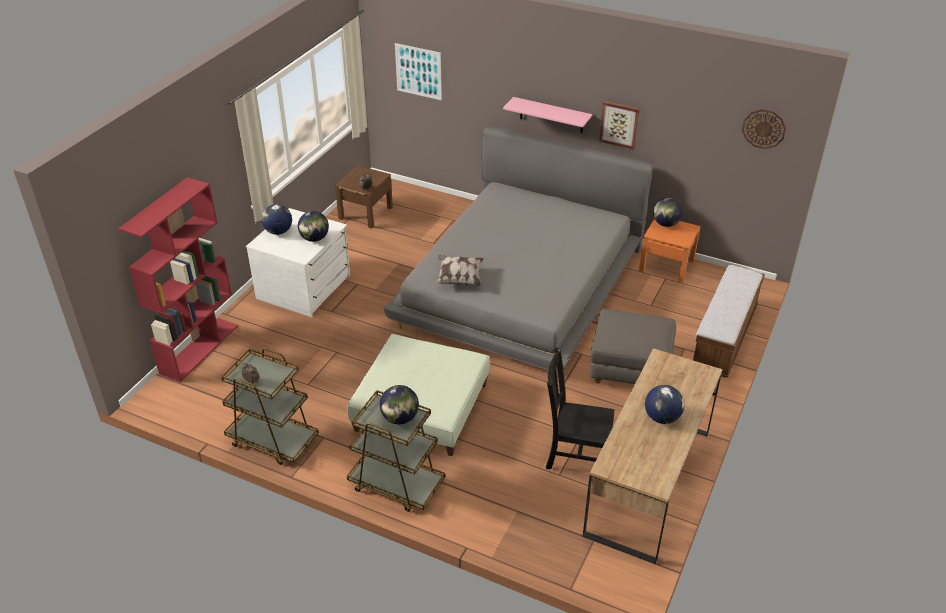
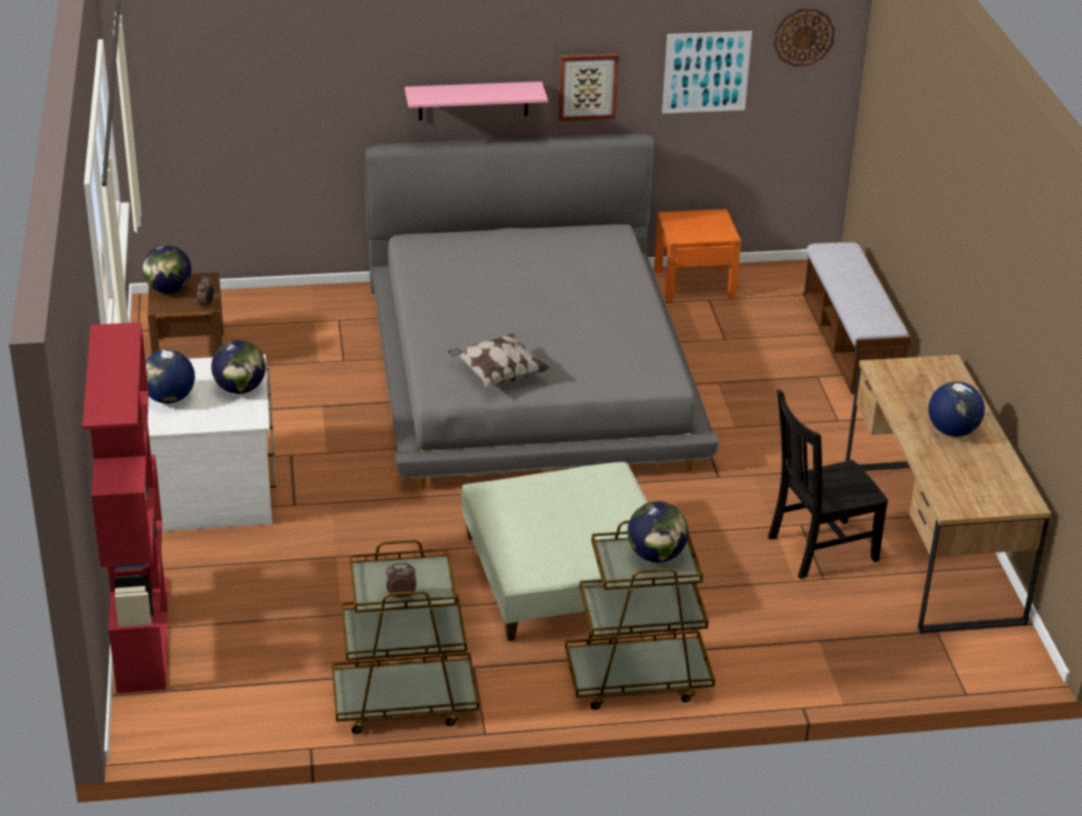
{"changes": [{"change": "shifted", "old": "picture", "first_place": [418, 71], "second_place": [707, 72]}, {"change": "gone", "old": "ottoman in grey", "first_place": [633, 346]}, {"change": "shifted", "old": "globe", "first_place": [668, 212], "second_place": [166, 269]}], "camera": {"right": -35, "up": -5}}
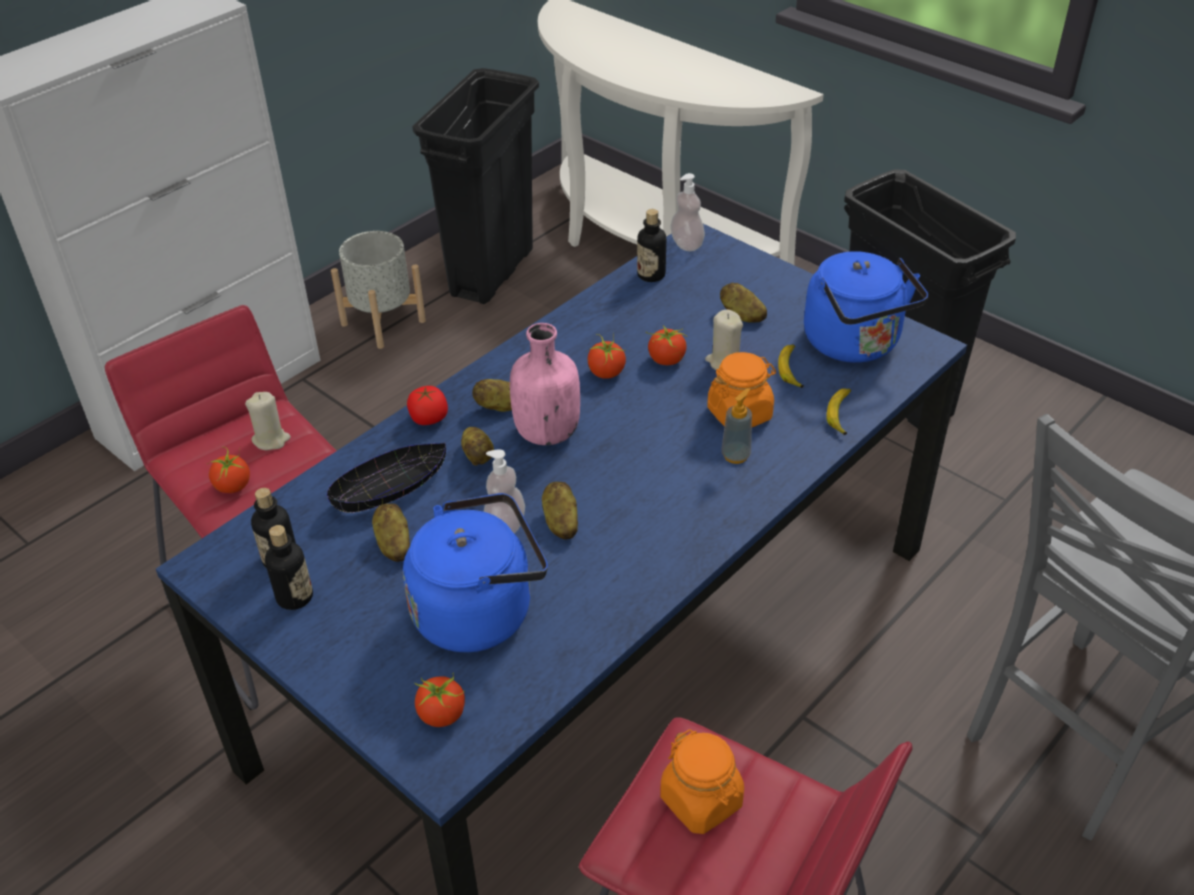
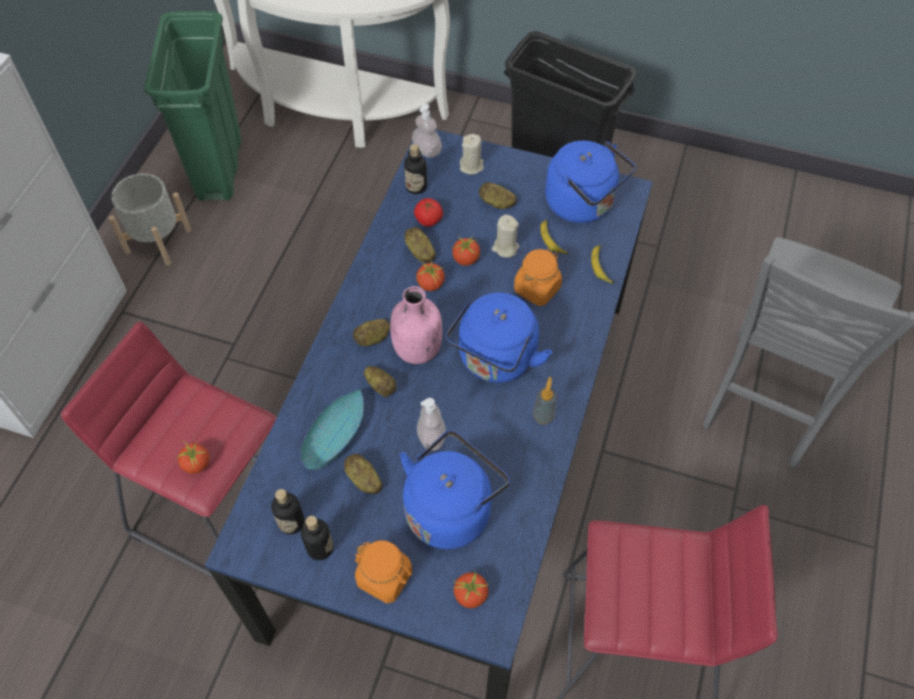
{"changes": [{"change": "shifted", "old": "candle in beige", "first_place": [268, 421], "second_place": [472, 154]}, {"change": "repainted", "old": "bowl in black", "new": "bowl in turquoise", "first_place": [386, 478], "second_place": [332, 429]}, {"change": "shifted", "old": "tomato", "first_place": [427, 405], "second_place": [428, 212]}, {"change": "repainted", "old": "trash can in black", "new": "trash can in green", "first_place": [475, 186], "second_place": [192, 106]}, {"change": "shifted", "old": "potato", "first_place": [560, 510], "second_place": [420, 244]}, {"change": "shifted", "old": "jar in orange", "first_place": [702, 781], "second_place": [383, 571]}, {"change": "shifted", "old": "soap dispenser", "first_place": [736, 426], "second_place": [545, 400]}, {"change": "new", "new": "kettle in blue", "second_place": [499, 338]}], "camera": {"right": -25, "up": 15}}
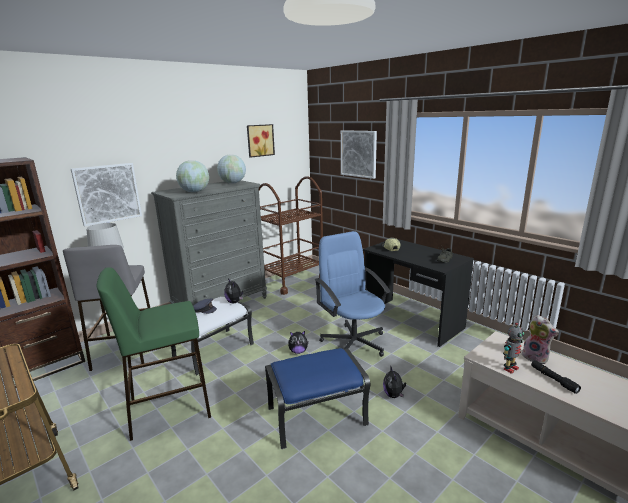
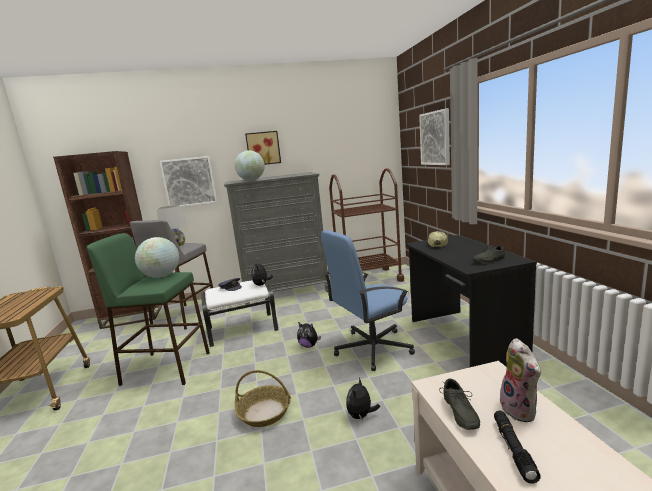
{"changes": [{"change": "shifted", "old": "globe", "first_place": [231, 169], "second_place": [157, 257]}, {"change": "shifted", "old": "picture", "first_place": [261, 141], "second_place": [263, 148]}, {"change": "swapped", "old": "ottoman in blue", "new": "basket", "first_place": [318, 398], "second_place": [263, 398]}, {"change": "rotated", "old": "office chair in blue", "first_place": [353, 294], "second_place": [368, 300], "degrees": -120}, {"change": "swapped", "old": "toy robot", "new": "shoe in grey", "first_place": [513, 348], "second_place": [459, 404]}], "camera": {"right": 30, "up": -5}}
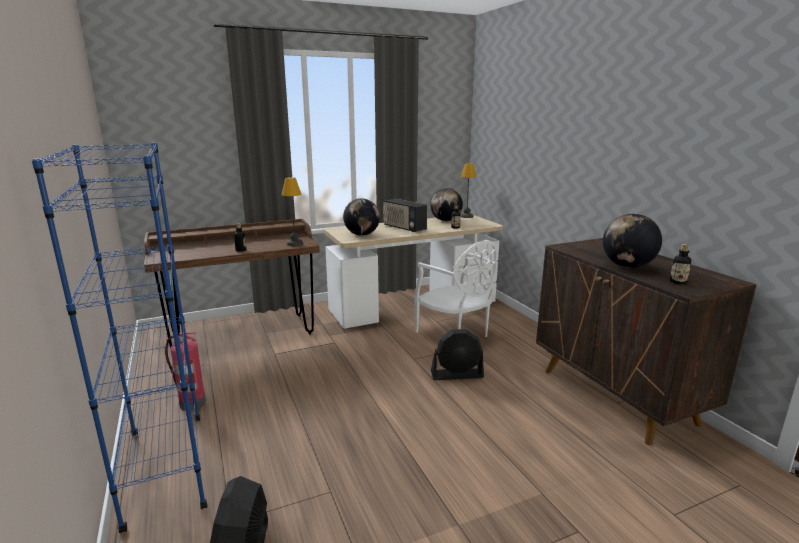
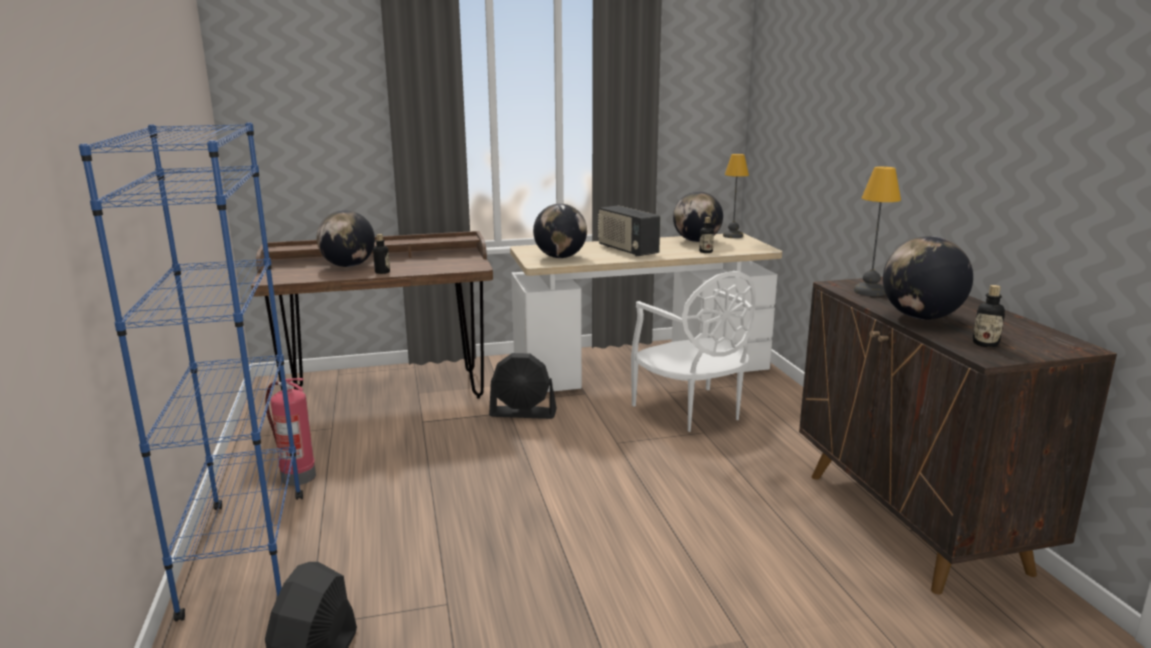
{"changes": [{"change": "shifted", "old": "table lamp", "first_place": [292, 211], "second_place": [877, 231]}, {"change": "shifted", "old": "fan in black", "first_place": [457, 354], "second_place": [523, 386]}, {"change": "new", "new": "globe", "second_place": [345, 238]}], "camera": {"right": 10, "up": 0}}
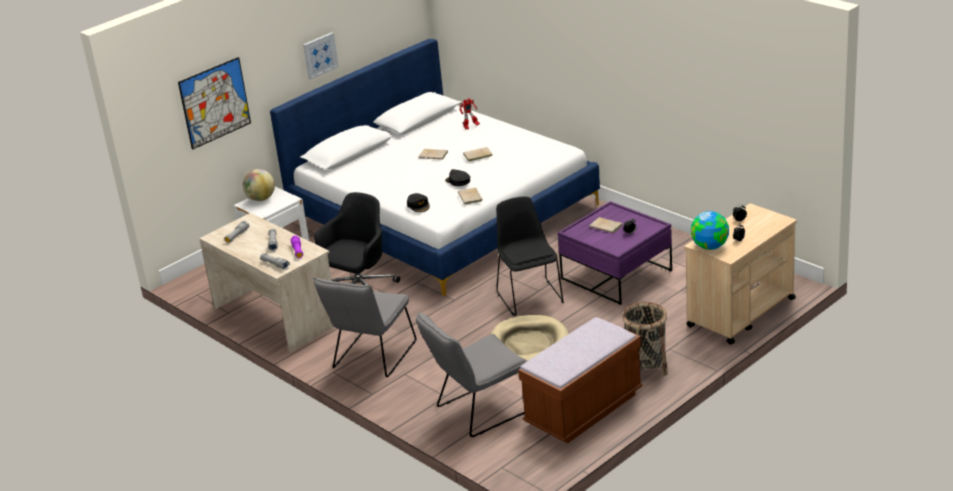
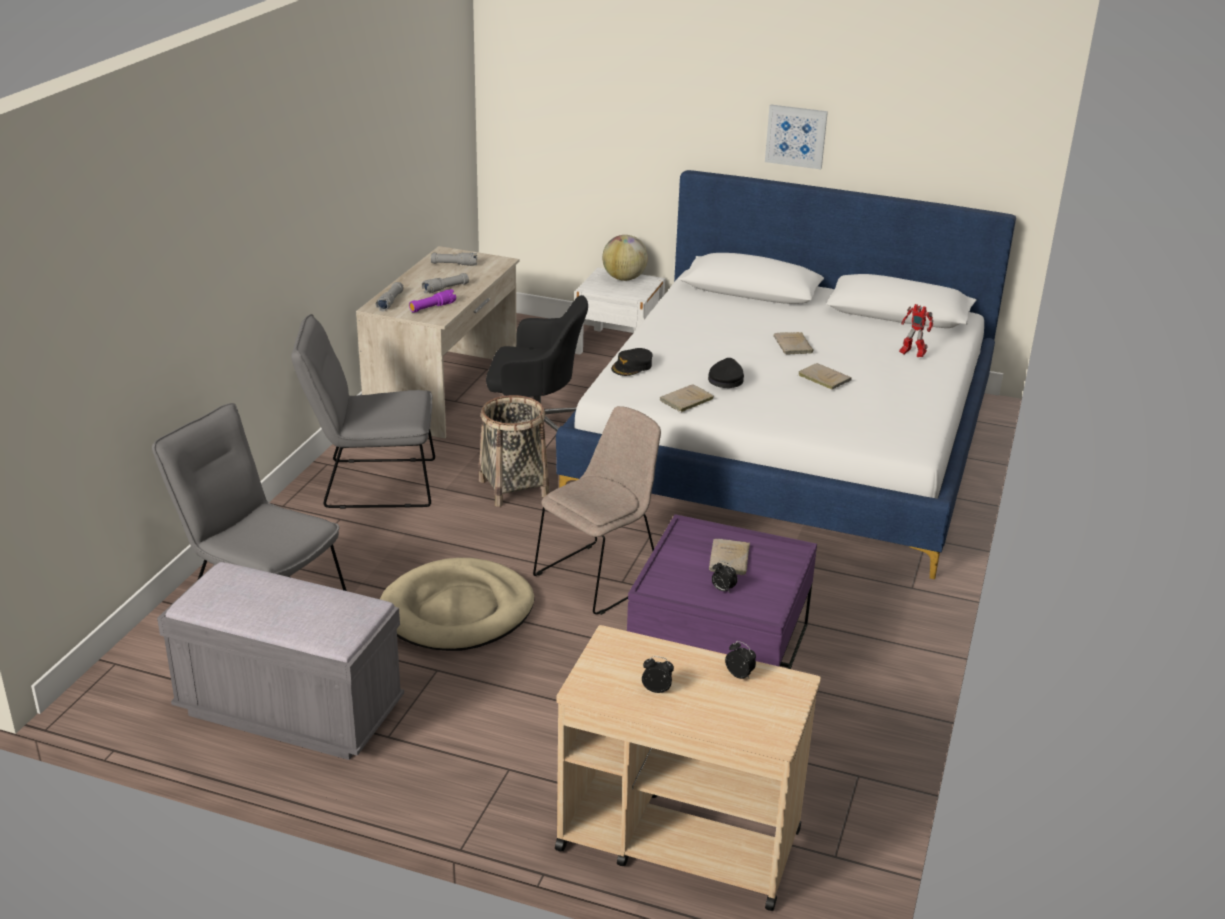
{"changes": [{"change": "gone", "old": "picture", "first_place": [214, 103]}, {"change": "repainted", "old": "chair in black", "new": "chair in beige", "first_place": [530, 256], "second_place": [597, 510]}, {"change": "repainted", "old": "bench in brown", "new": "bench in grey", "first_place": [580, 380], "second_place": [280, 661]}, {"change": "shifted", "old": "basket", "first_place": [645, 339], "second_place": [514, 451]}, {"change": "gone", "old": "globe", "first_place": [710, 230]}], "camera": {"right": 60, "up": 0}}
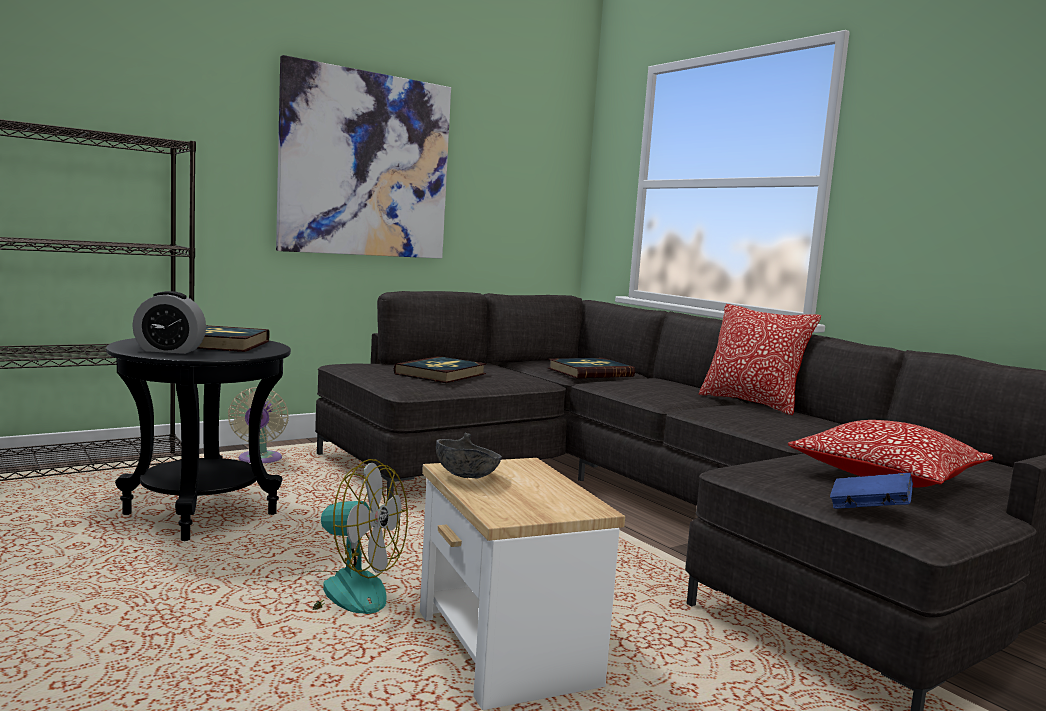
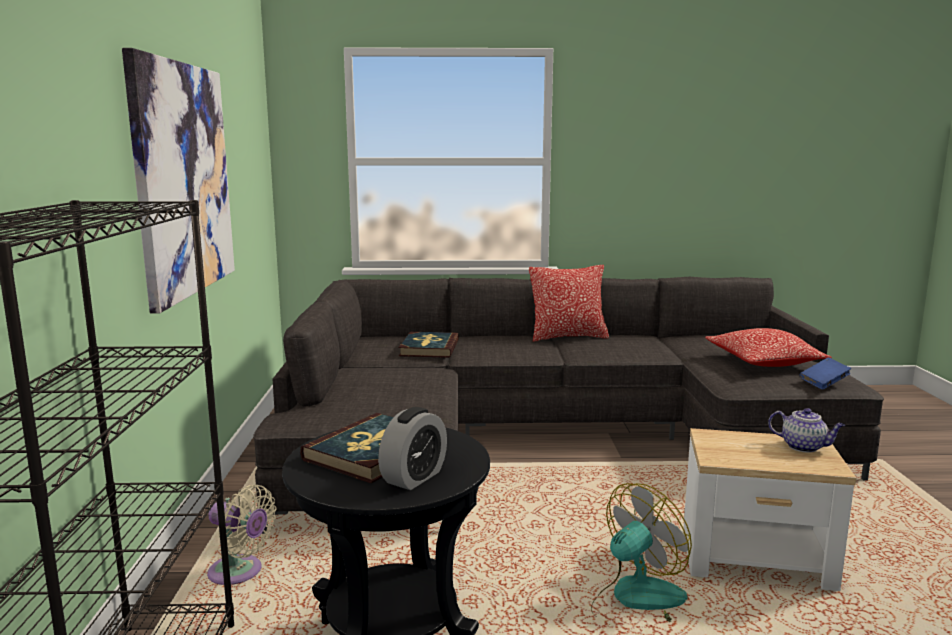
{"changes": [{"change": "gone", "old": "book", "first_place": [440, 369]}, {"change": "gone", "old": "bowl in grey", "first_place": [469, 455]}, {"change": "new", "new": "teapot", "second_place": [806, 430]}], "camera": {"right": -55, "up": 5}}
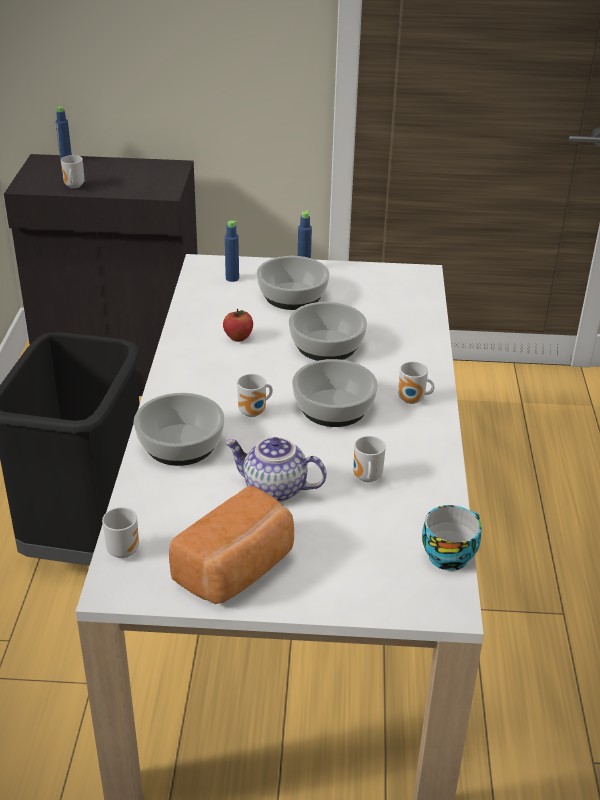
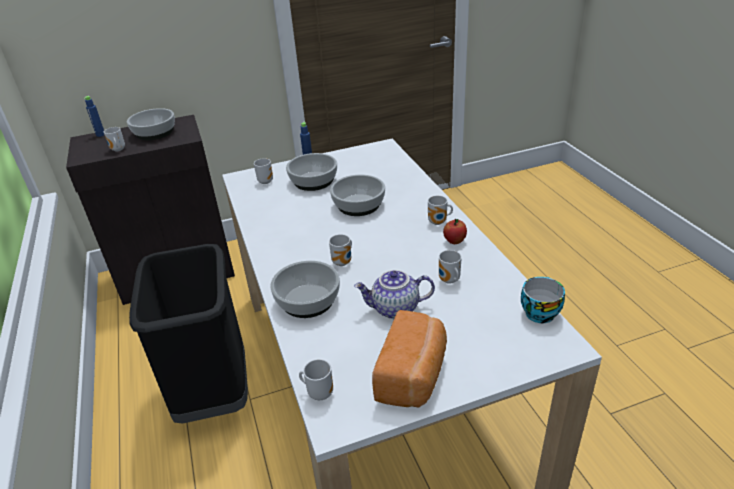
{"changes": [{"change": "shifted", "old": "apple", "first_place": [238, 325], "second_place": [455, 231]}, {"change": "swapped", "old": "bottle in blue", "new": "mug", "first_place": [232, 251], "second_place": [263, 171]}, {"change": "shifted", "old": "bowl", "first_place": [335, 393], "second_place": [151, 124]}], "camera": {"right": -20, "up": 0}}
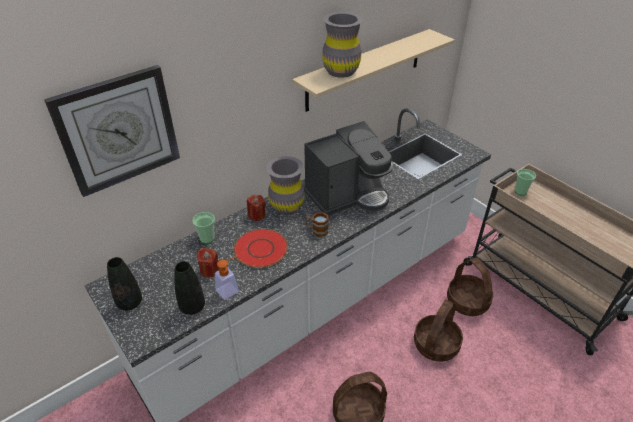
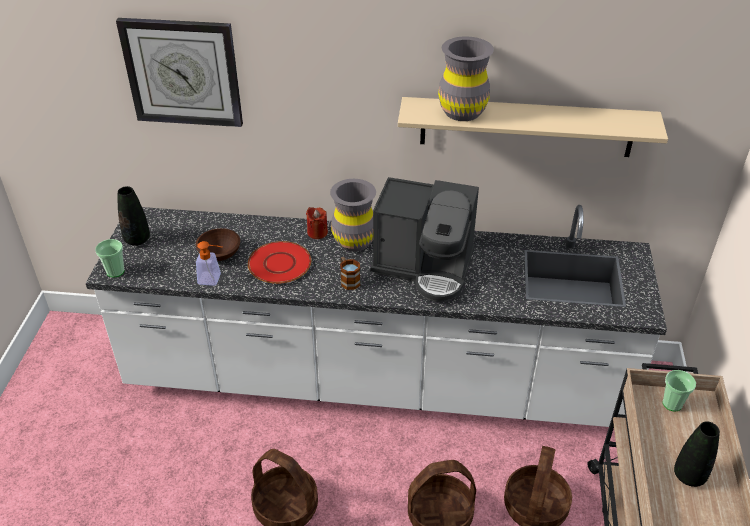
{"changes": [{"change": "shifted", "old": "vase in black", "first_place": [189, 288], "second_place": [697, 454]}, {"change": "shifted", "old": "cup", "first_place": [203, 228], "second_place": [109, 258]}, {"change": "swapped", "old": "candle in red", "new": "bowl in brown", "first_place": [208, 263], "second_place": [218, 244]}], "camera": {"right": 45, "up": 0}}
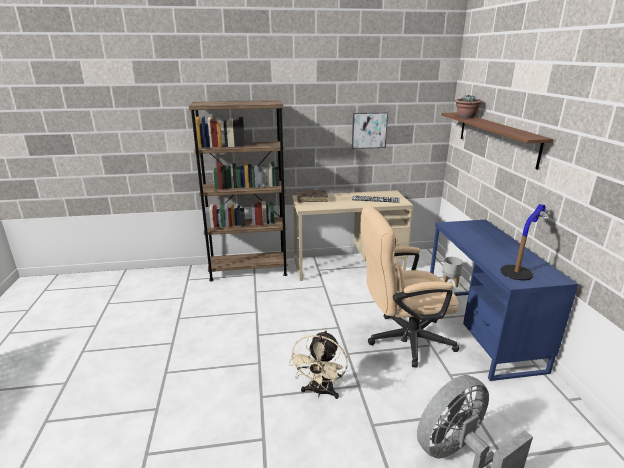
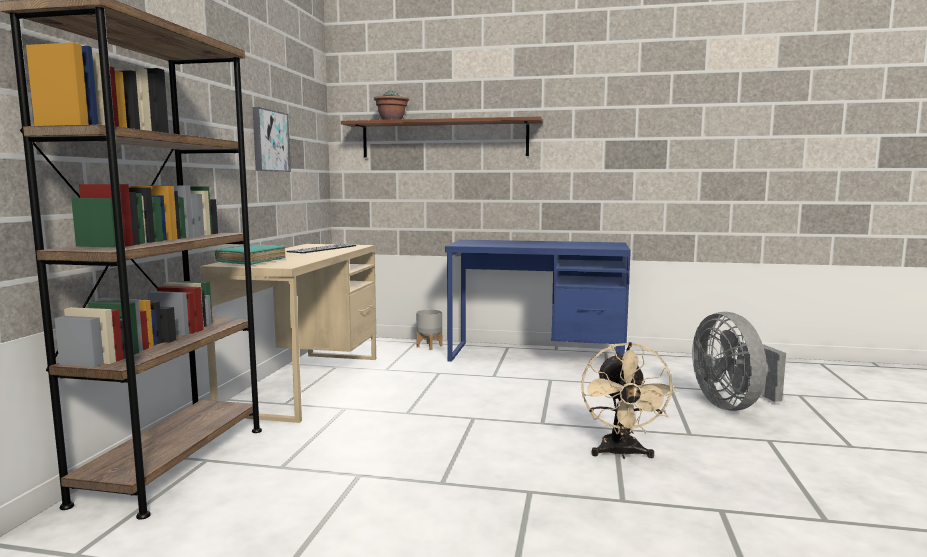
{"changes": [{"change": "rotated", "old": "fan in beige", "first_place": [318, 364], "second_place": [629, 400], "degrees": 60}, {"change": "repainted", "old": "book in brown", "new": "book in turquoise", "first_place": [312, 196], "second_place": [250, 255]}, {"change": "gone", "old": "office chair in beige", "first_place": [410, 287]}, {"change": "gone", "old": "table lamp", "first_place": [524, 242]}], "camera": {"right": -70, "up": -15}}
